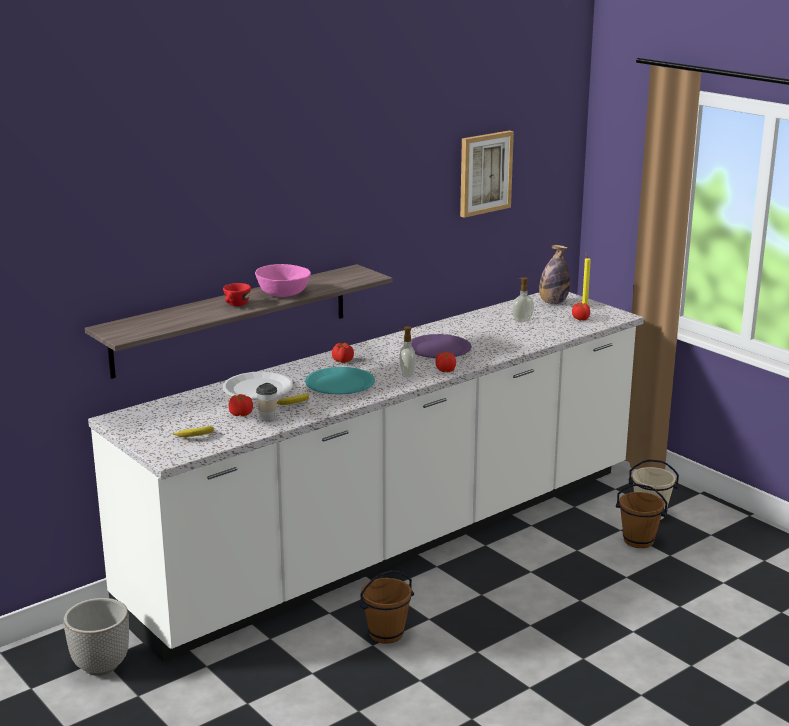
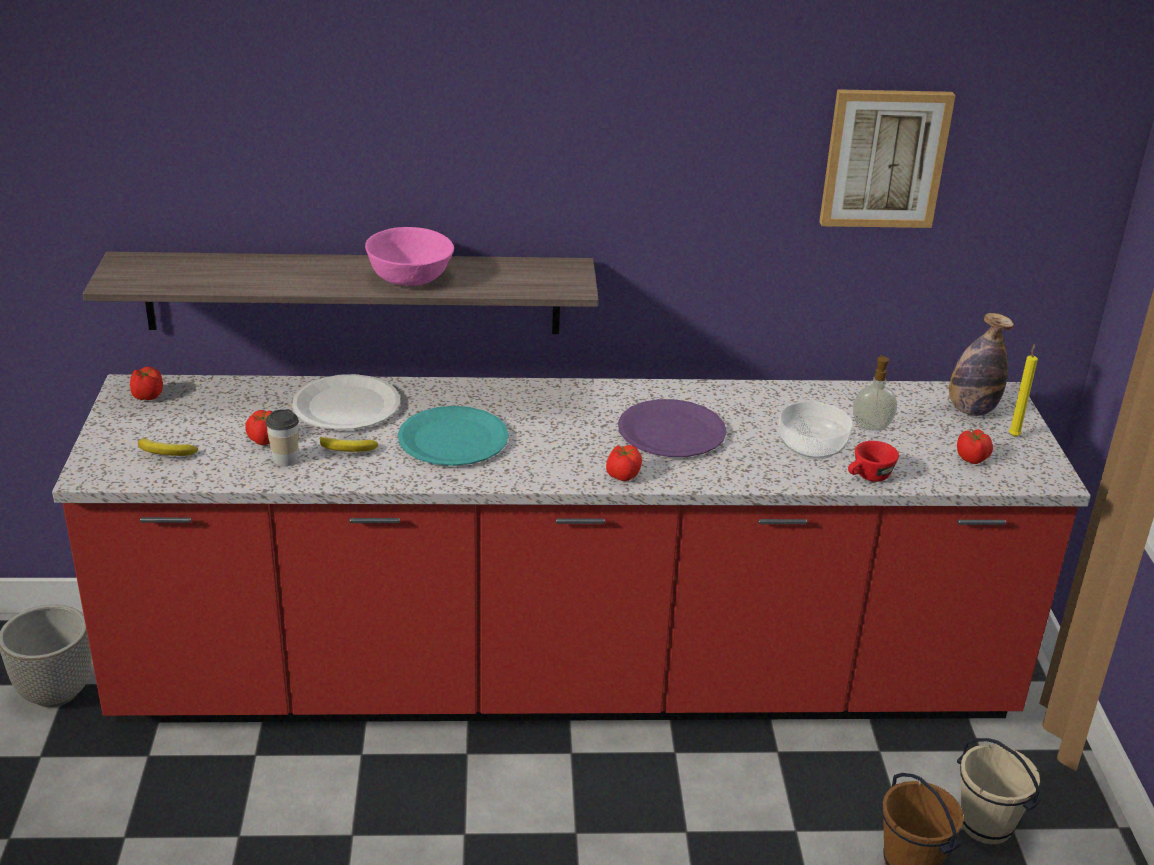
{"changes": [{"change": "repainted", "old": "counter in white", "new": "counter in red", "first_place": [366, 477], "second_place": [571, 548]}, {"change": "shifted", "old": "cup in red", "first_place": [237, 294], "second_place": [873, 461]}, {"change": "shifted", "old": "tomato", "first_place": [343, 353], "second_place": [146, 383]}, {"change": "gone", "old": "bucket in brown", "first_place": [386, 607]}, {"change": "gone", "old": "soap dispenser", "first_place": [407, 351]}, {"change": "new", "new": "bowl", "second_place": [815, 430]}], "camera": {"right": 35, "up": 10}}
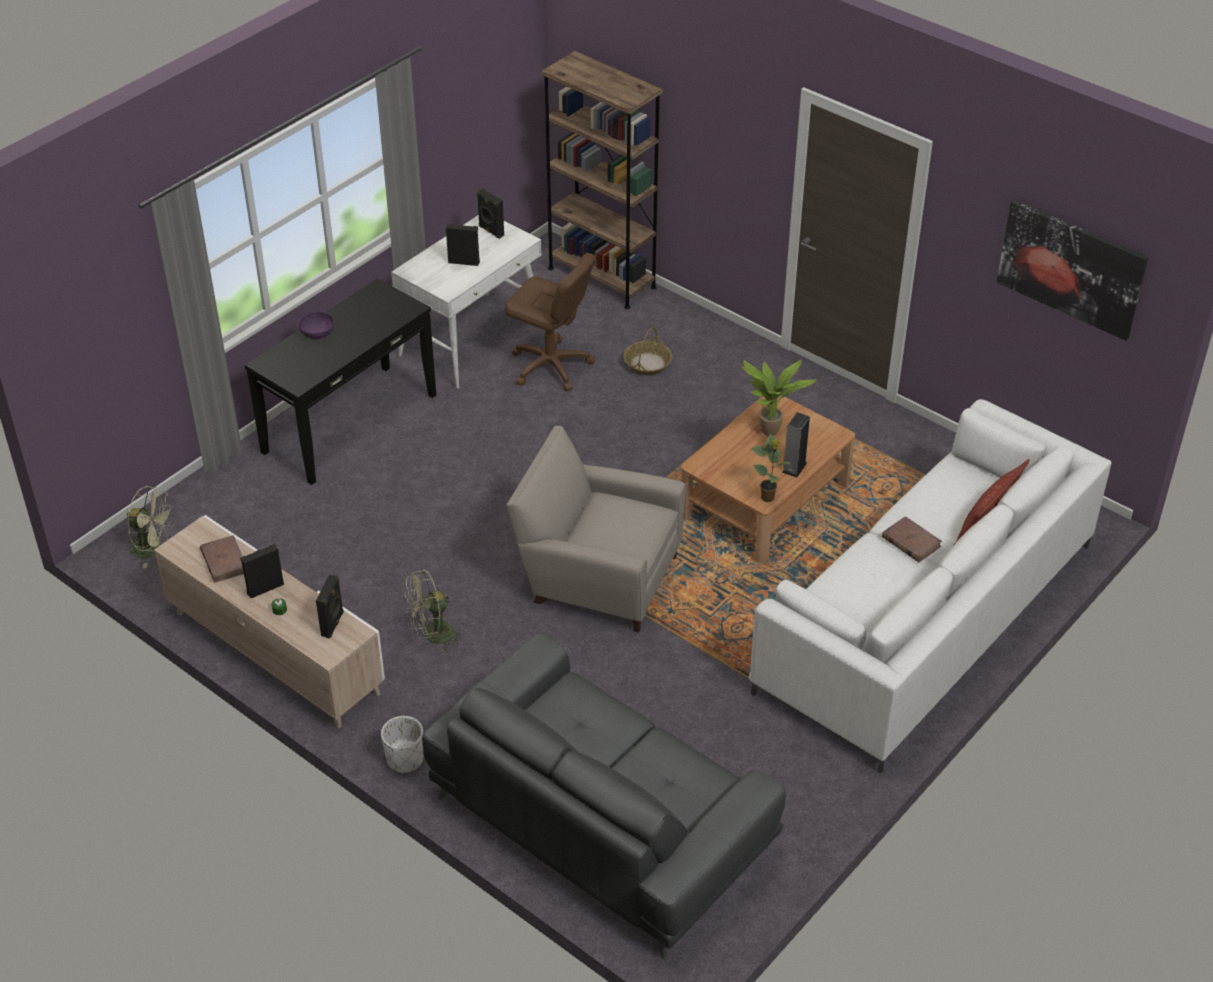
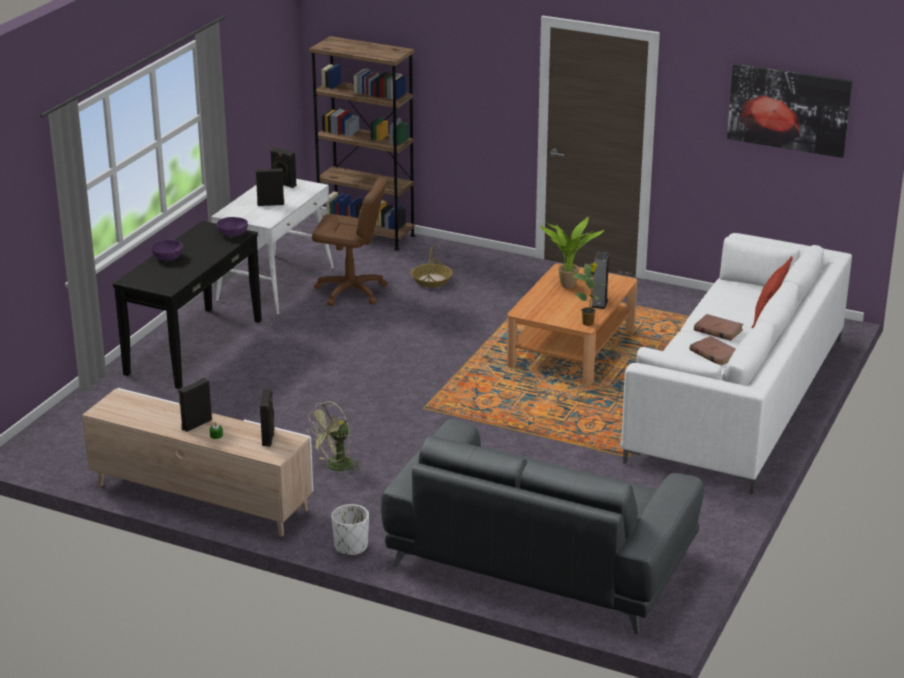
{"changes": [{"change": "gone", "old": "fan in green", "first_place": [150, 527]}, {"change": "shifted", "old": "book in brown", "first_place": [222, 559], "second_place": [713, 351]}, {"change": "gone", "old": "armchair in beige", "first_place": [596, 529]}, {"change": "new", "new": "bowl in purple", "second_place": [232, 227]}], "camera": {"right": -15, "up": -15}}
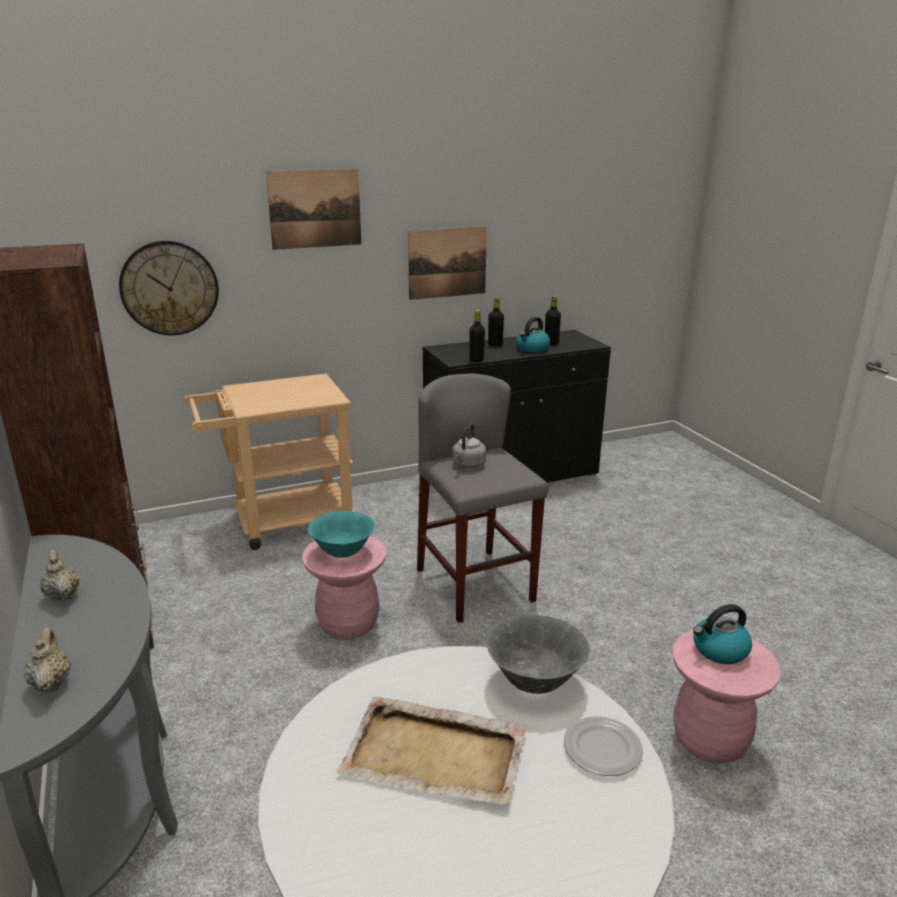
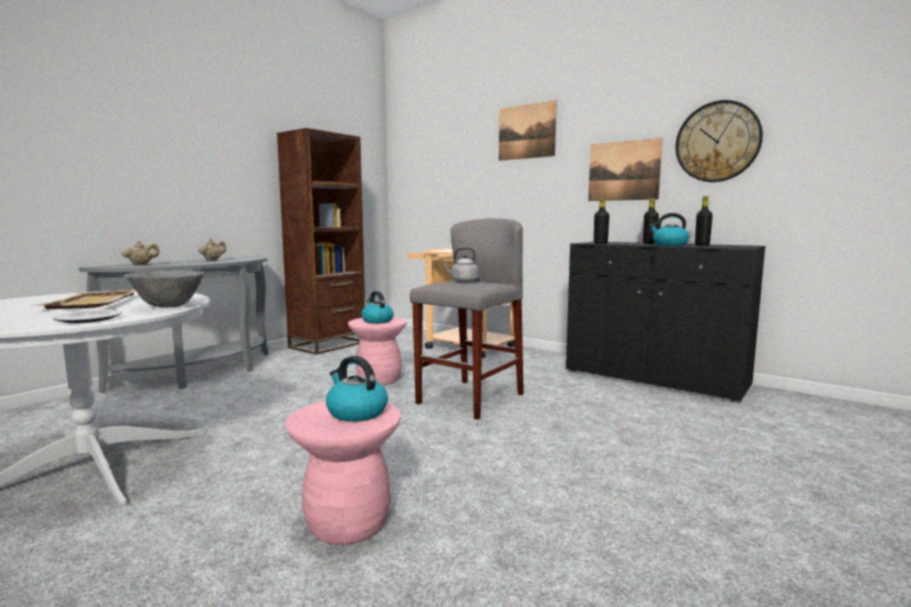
{"changes": [{"change": "shifted", "old": "wall clock", "first_place": [169, 288], "second_place": [719, 141]}, {"change": "swapped", "old": "bowl in turquoise", "new": "kettle", "first_place": [341, 534], "second_place": [377, 307]}], "camera": {"right": 60, "up": -15}}
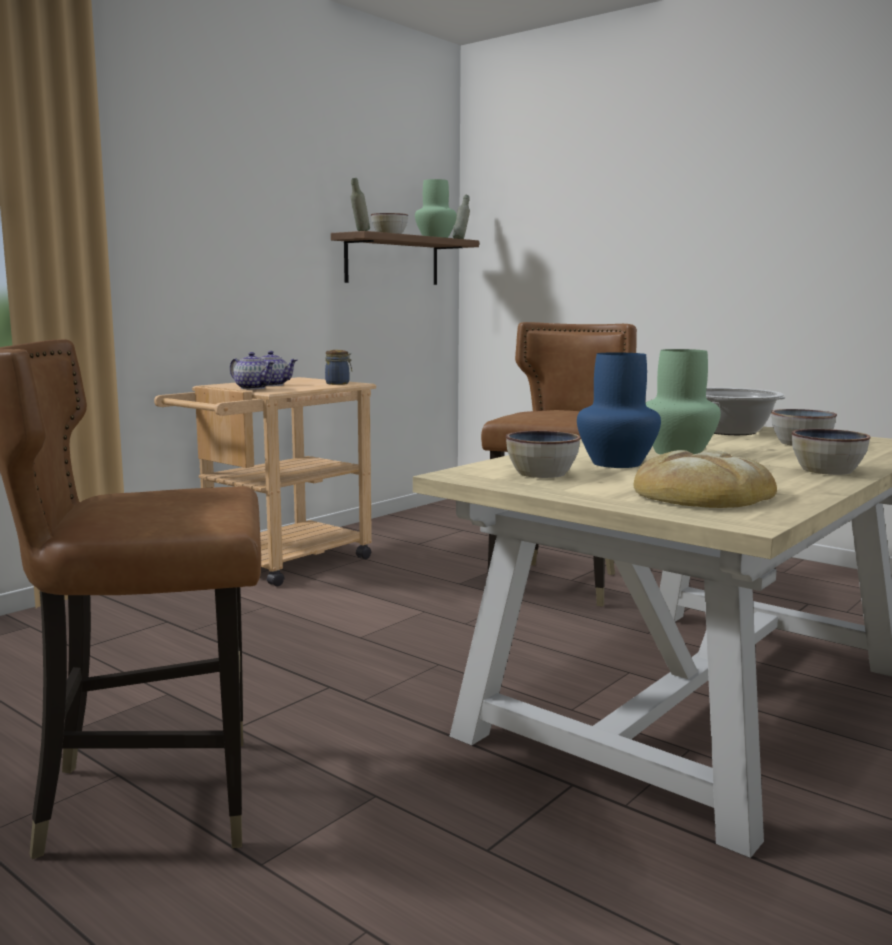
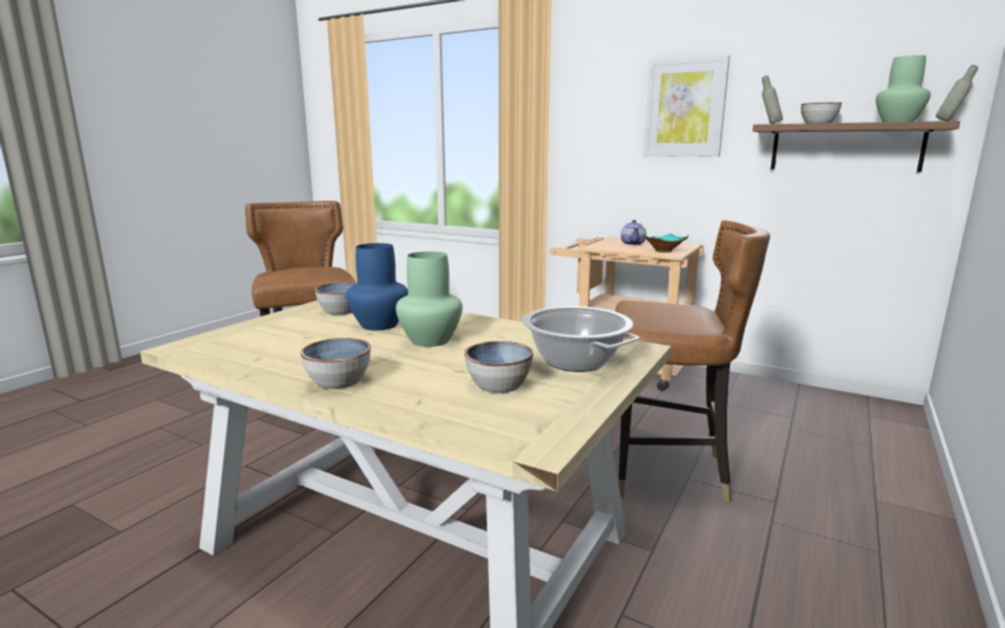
{"changes": [{"change": "gone", "old": "teapot", "first_place": [252, 370]}, {"change": "swapped", "old": "jar", "new": "bowl in turquoise", "first_place": [338, 367], "second_place": [666, 243]}, {"change": "gone", "old": "bread", "first_place": [705, 479]}, {"change": "new", "new": "picture", "second_place": [687, 106]}], "camera": {"right": 80, "up": 5}}
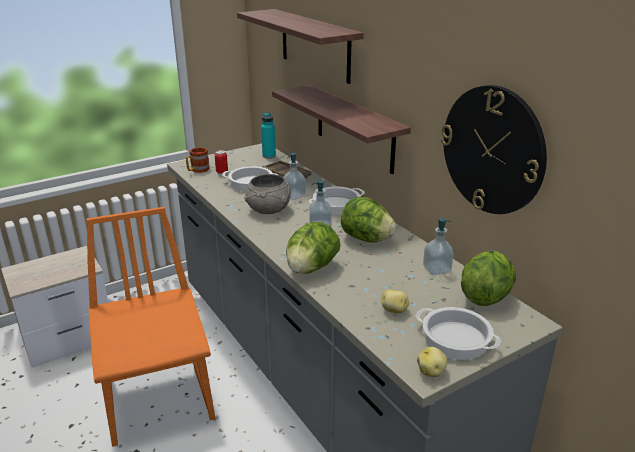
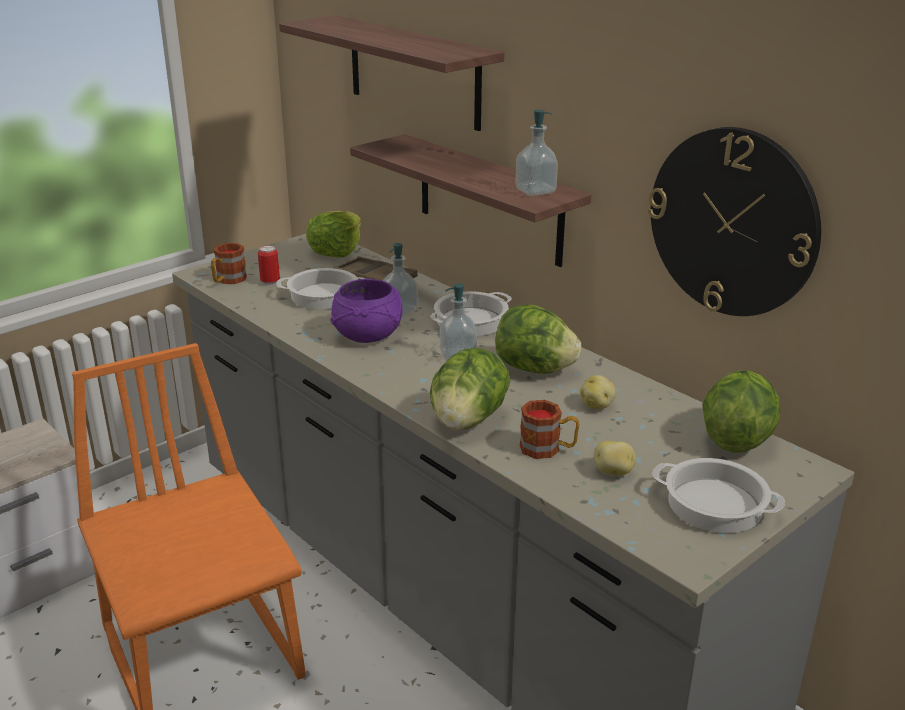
{"changes": [{"change": "repainted", "old": "bowl in grey", "new": "bowl in purple", "first_place": [267, 194], "second_place": [366, 311]}, {"change": "swapped", "old": "bottle in turquoise", "new": "lettuce", "first_place": [268, 135], "second_place": [333, 234]}, {"change": "shifted", "old": "potato", "first_place": [432, 362], "second_place": [598, 392]}, {"change": "shifted", "old": "soap dispenser", "first_place": [438, 246], "second_place": [536, 153]}, {"change": "new", "new": "mug", "second_place": [550, 429]}], "camera": {"right": -10, "up": 0}}
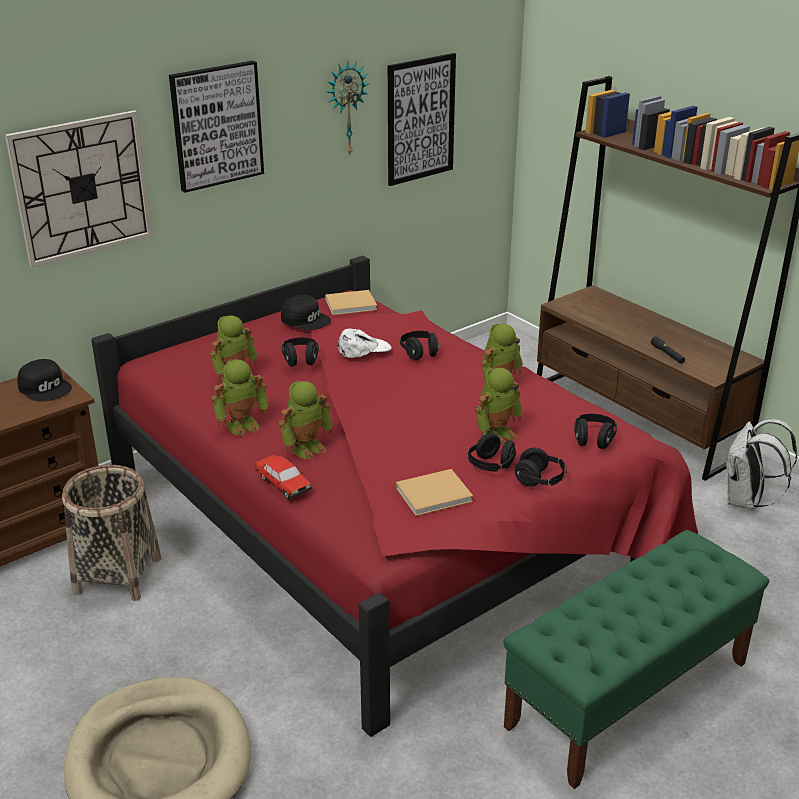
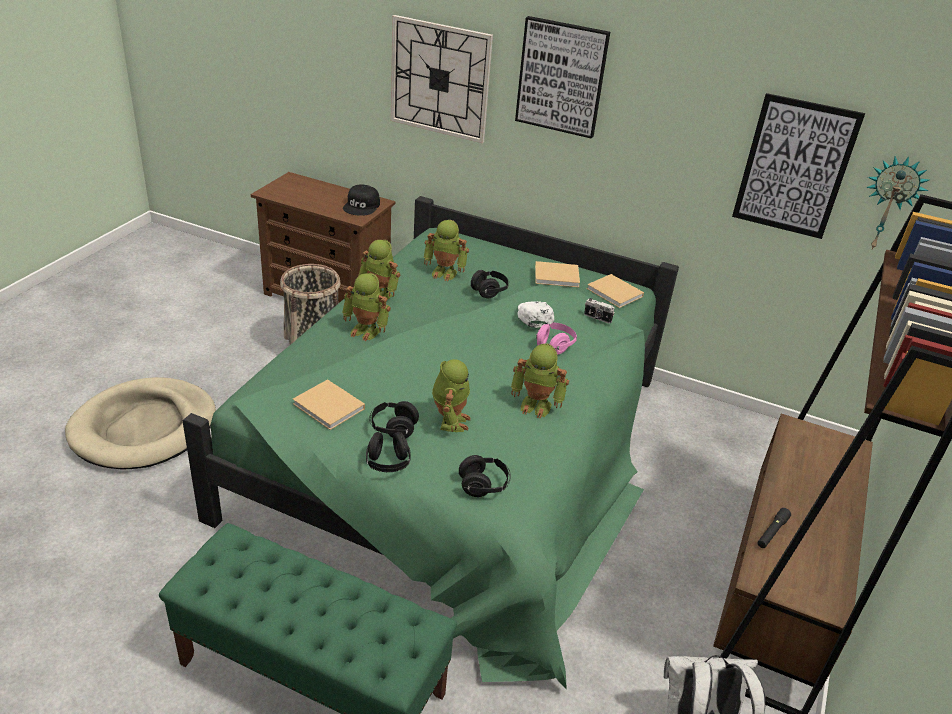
{"changes": [{"change": "repainted", "old": "bed in red", "new": "bed in green", "first_place": [394, 496], "second_place": [430, 443]}, {"change": "gone", "old": "toy car", "first_place": [283, 477]}, {"change": "swapped", "old": "cap in black", "new": "book in beige", "first_place": [306, 312], "second_place": [557, 274]}, {"change": "shifted", "old": "wall clock", "first_place": [347, 108], "second_place": [897, 202]}, {"change": "rotated", "old": "cap in white", "first_place": [364, 343], "second_place": [535, 314], "degrees": -135}, {"change": "repainted", "old": "headphones in black", "new": "headphones in pink", "first_place": [419, 345], "second_place": [556, 338]}, {"change": "rotated", "old": "toy robot", "first_place": [499, 406], "second_place": [451, 395], "degrees": -105}, {"change": "new", "new": "photo camera", "second_place": [599, 311]}], "camera": {"right": 60, "up": 5}}
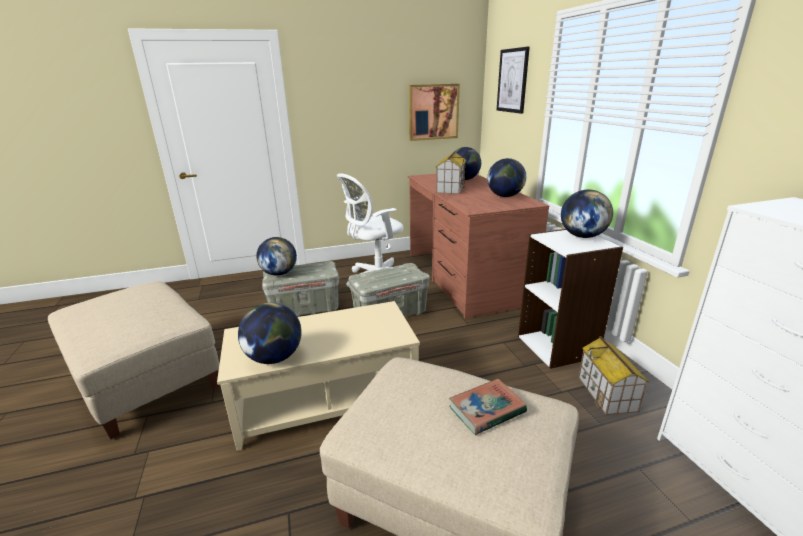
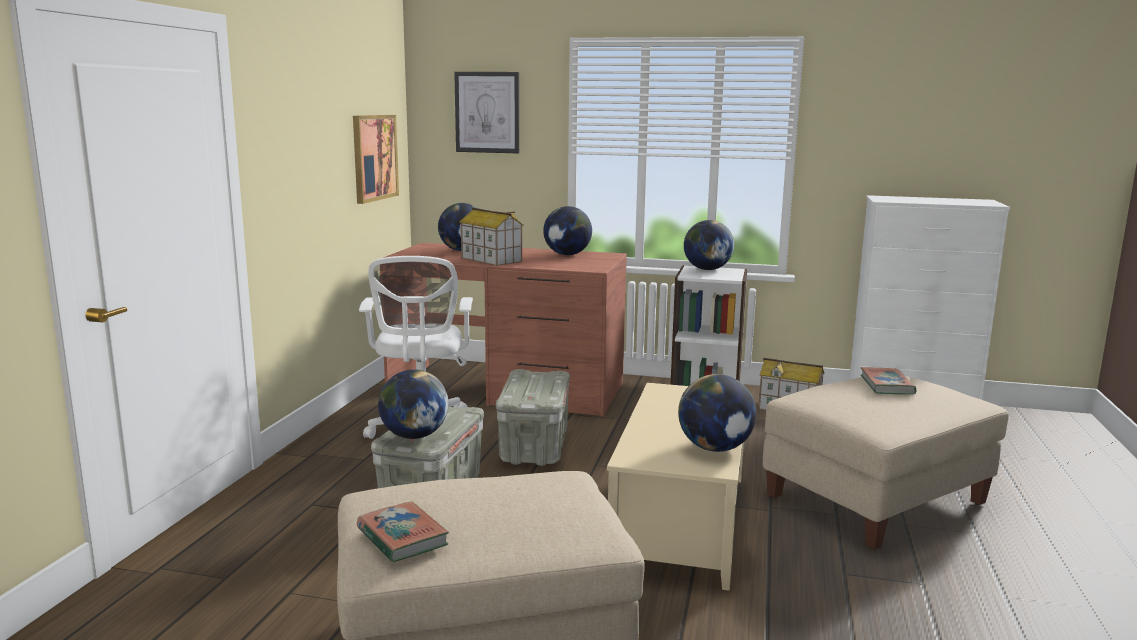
{"changes": [{"change": "new", "new": "book", "second_place": [403, 531]}], "camera": {"right": -60, "up": -10}}
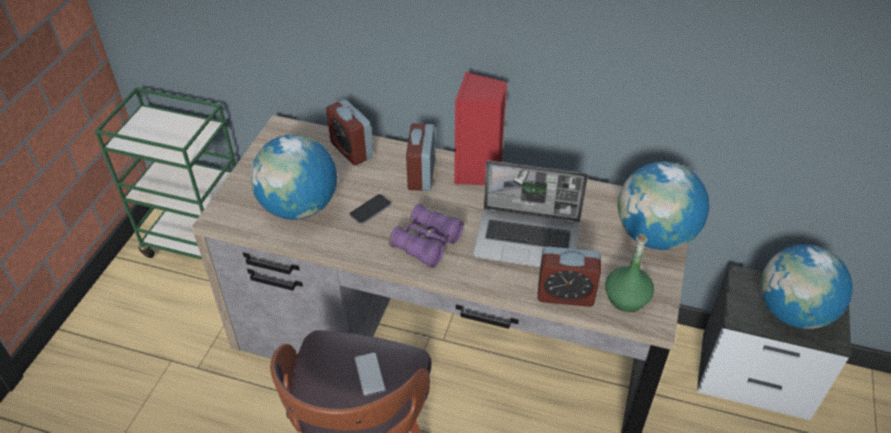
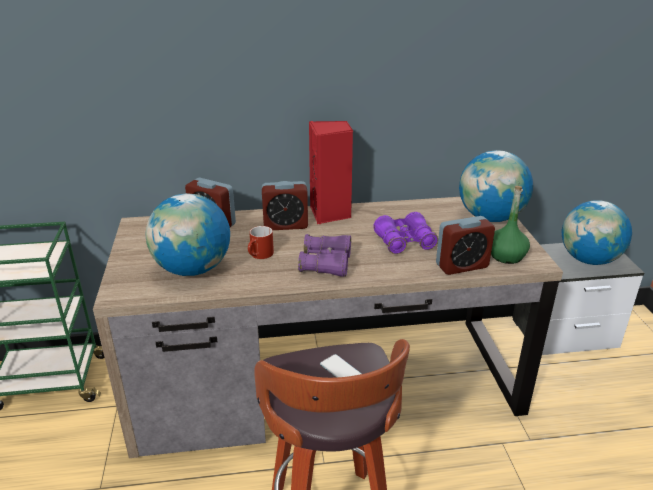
{"changes": [{"change": "swapped", "old": "phone", "new": "mug in red", "first_place": [370, 209], "second_place": [261, 242]}, {"change": "rotated", "old": "alarm clock", "first_place": [420, 157], "second_place": [285, 205], "degrees": -75}, {"change": "swapped", "old": "laptop", "new": "binoculars in purple", "first_place": [530, 213], "second_place": [405, 233]}], "camera": {"right": -25, "up": -15}}
